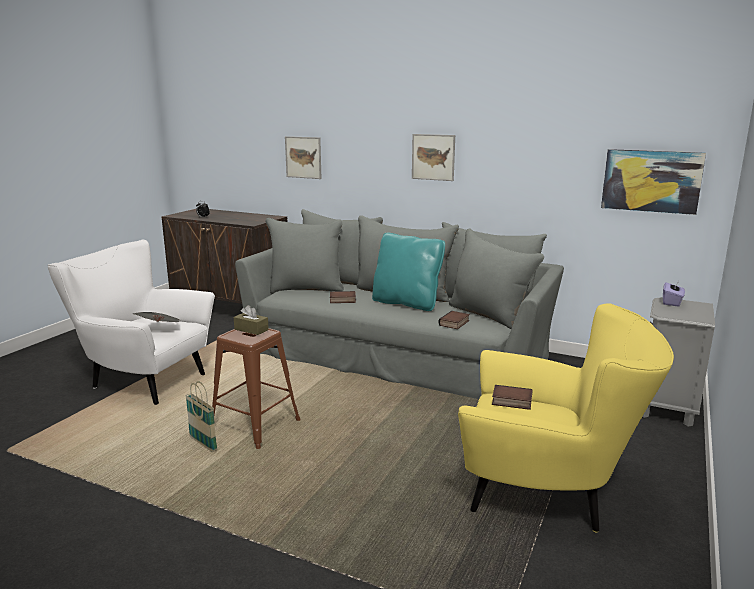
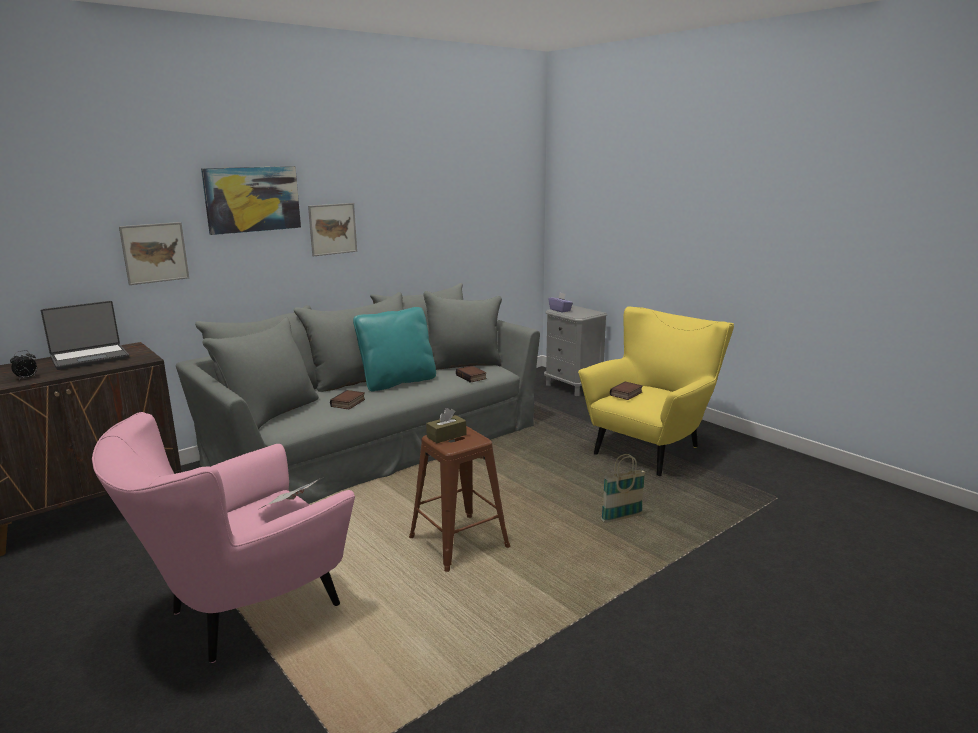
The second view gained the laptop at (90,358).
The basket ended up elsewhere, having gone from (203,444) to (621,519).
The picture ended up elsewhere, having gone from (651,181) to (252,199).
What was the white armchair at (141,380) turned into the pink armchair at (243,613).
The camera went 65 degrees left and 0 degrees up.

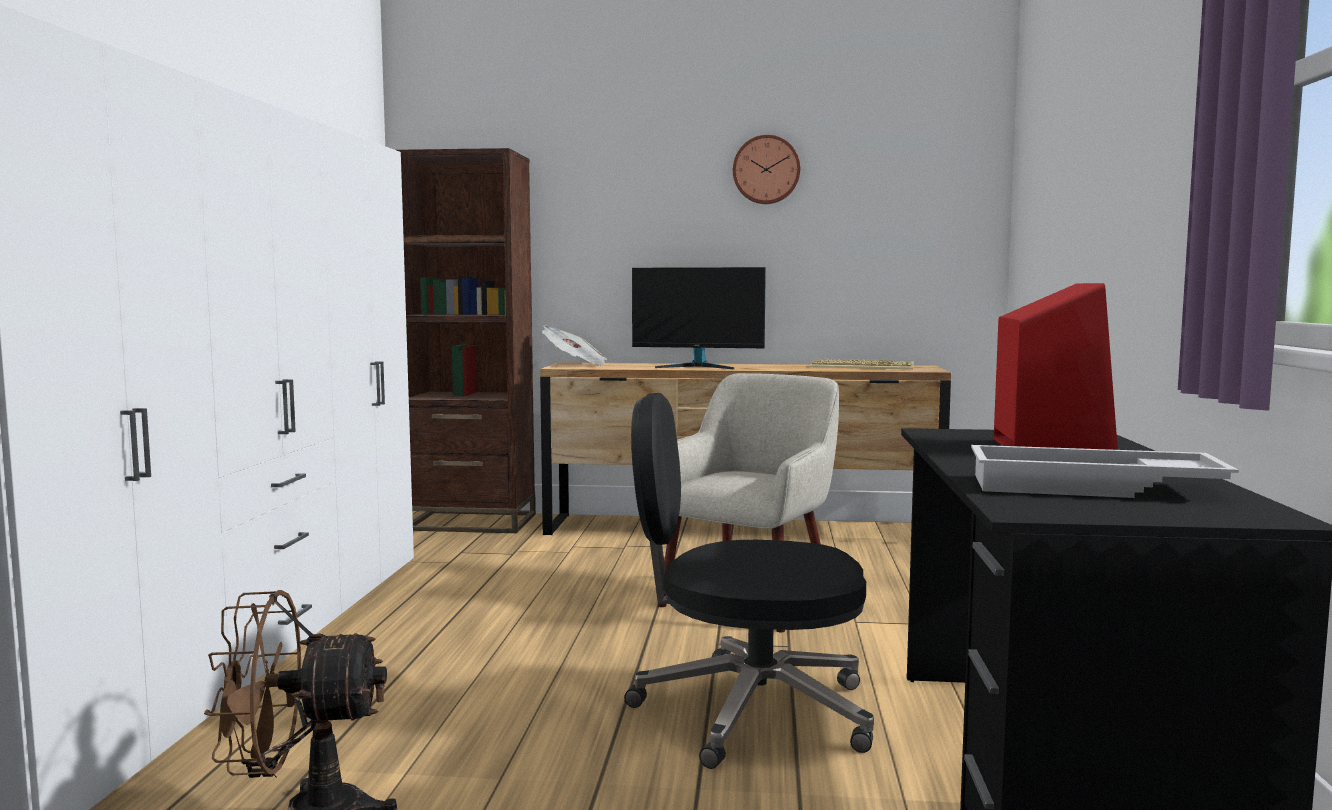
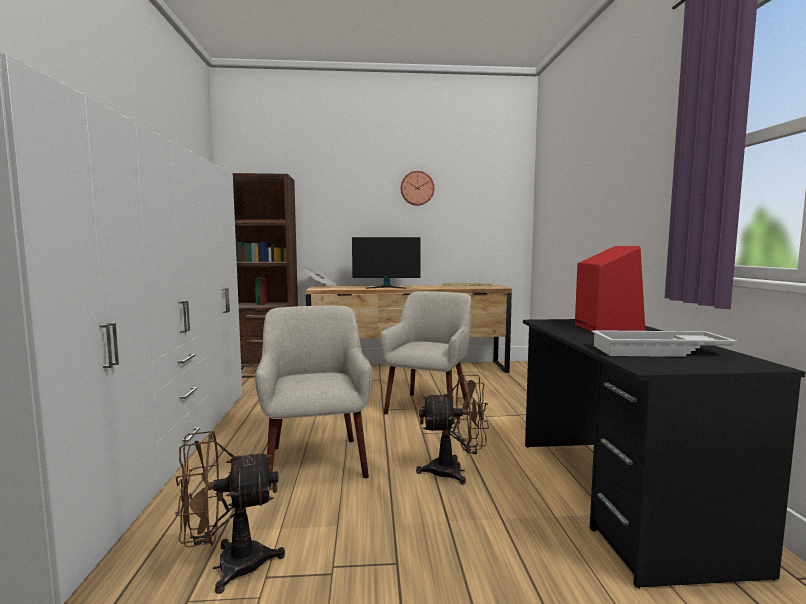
The second view gained the beige armchair at (316,461).
Where the black office chair stood at (748,711), the brown fan came to stand at (454,471).
The camera went 10 degrees left and 0 degrees up.

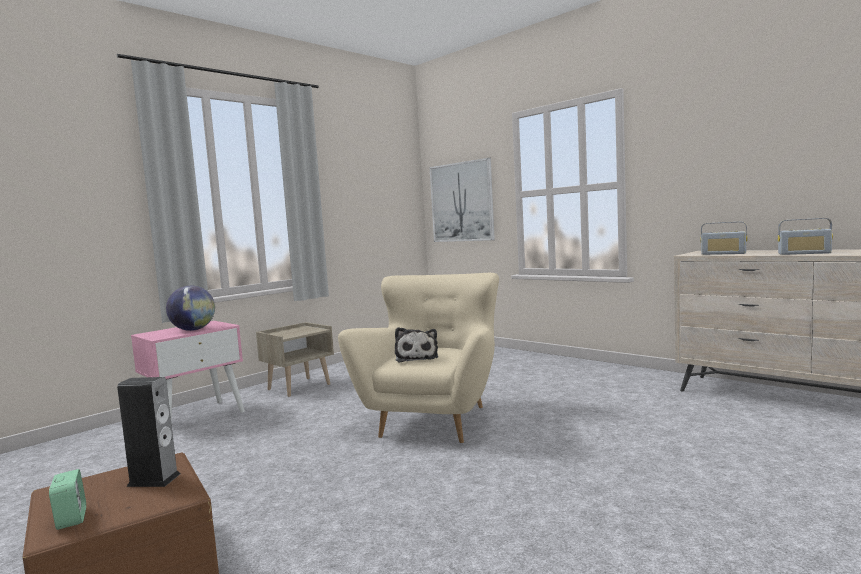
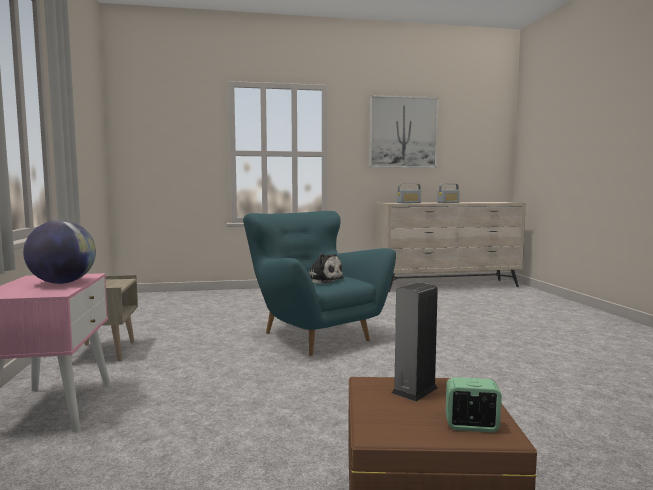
The picture ended up elsewhere, having gone from (462,202) to (403,132).
What was the beige armchair at (436,420) turned into the turquoise armchair at (313,336).
The camera went 55 degrees left and 0 degrees up.

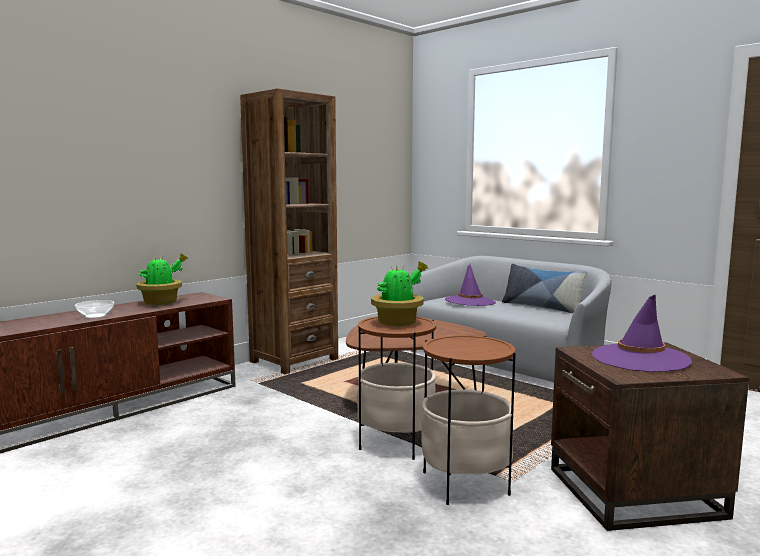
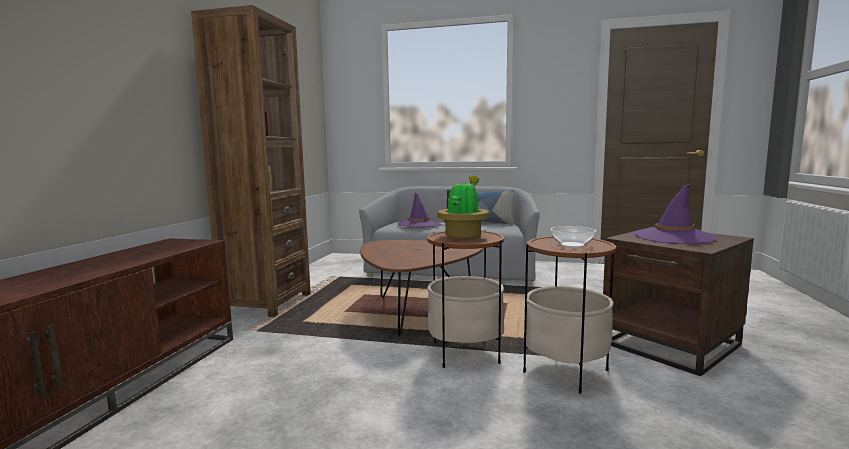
The second view lost the potted plant at (162,302).
The bowl ended up elsewhere, having gone from (96,316) to (572,244).
The camera went 30 degrees left and 0 degrees up.

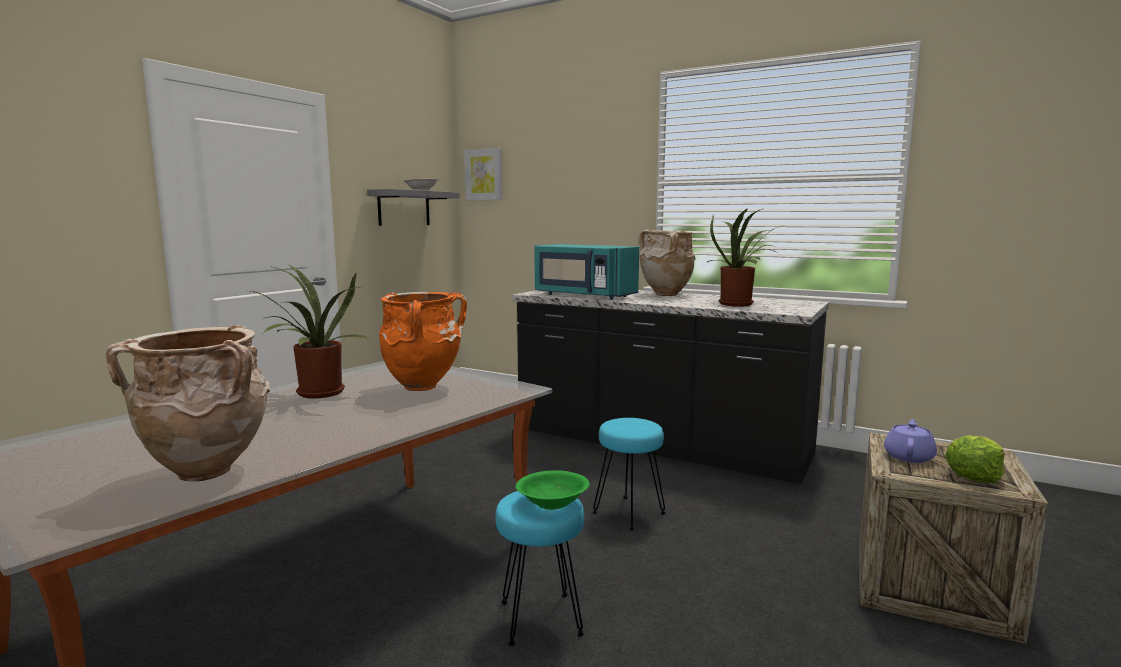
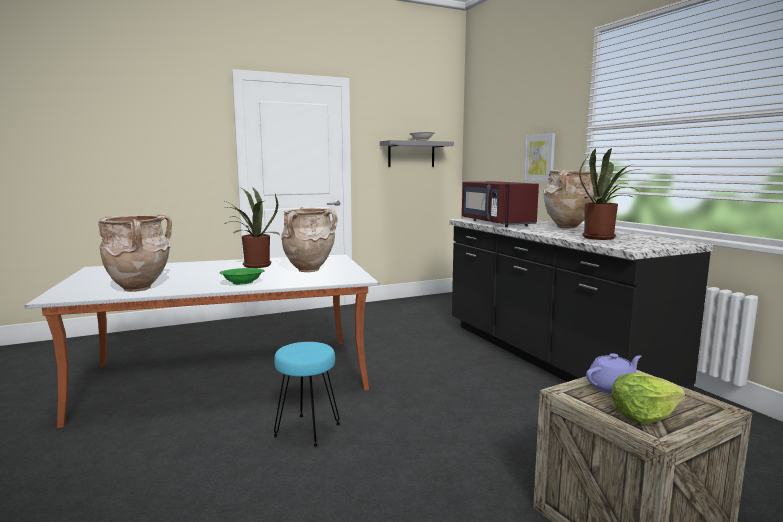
The second view lost the turquoise stool at (629,513).
The picture ended up elsewhere, having gone from (484,174) to (539,158).
The green bowl ended up elsewhere, having gone from (552,504) to (242,283).
What was the orange vase at (423,387) turned into the beige vase at (309,270).
What was the turquoise microwave at (583,295) turned into the red microwave at (495,223).
The camera went 35 degrees right and 0 degrees up.

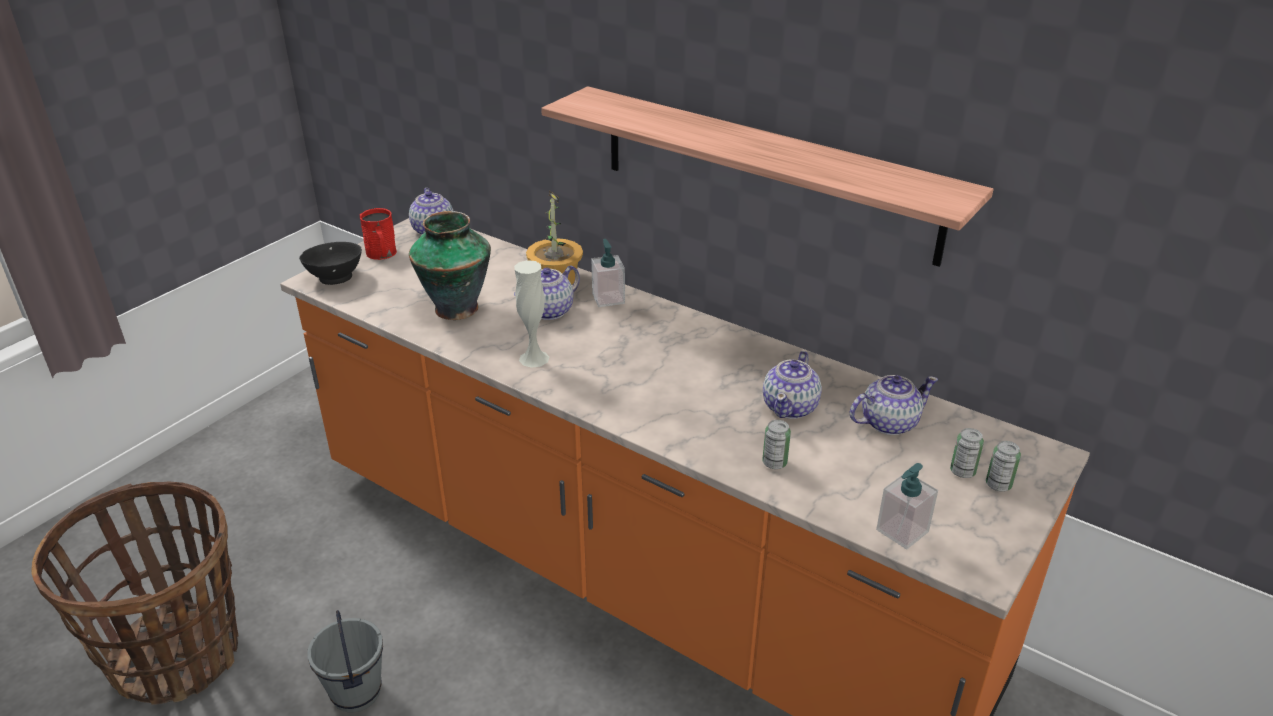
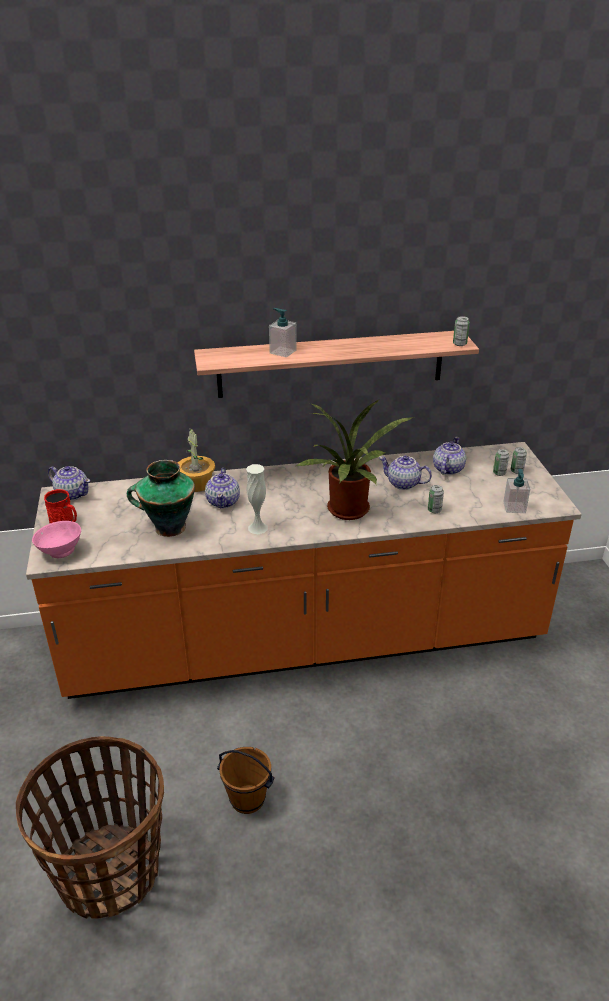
The second view gained the potted plant at (348,512).
The second view gained the can at (459,344).
The soap dispenser ended up elsewhere, having gone from (608,298) to (283,352).
What was the black bowl at (336,277) turned into the pink bowl at (60,551).
What was the grey bucket at (355,693) turned into the brown bucket at (247,800).
The teapot at (791,407) ended up facing another way, 135 degrees clockwise from before.
The camera went 45 degrees left and 0 degrees up.

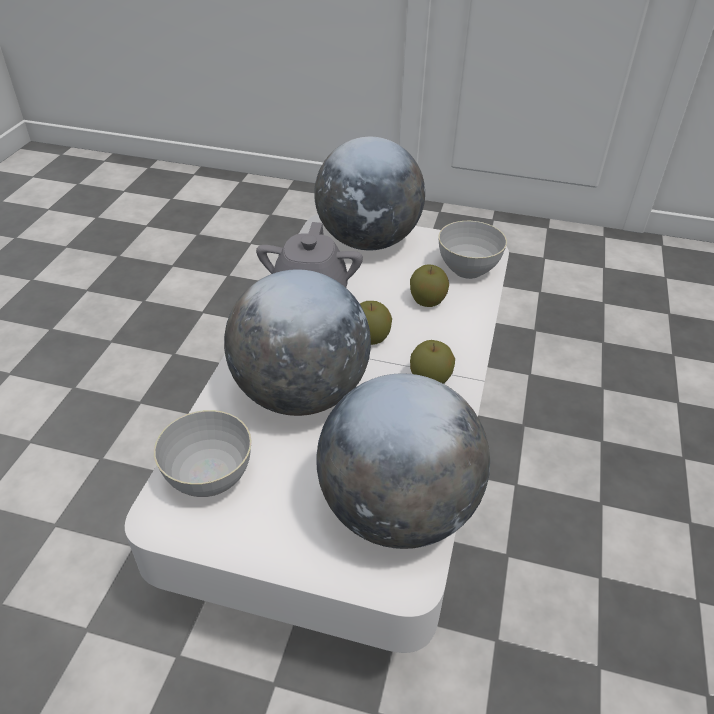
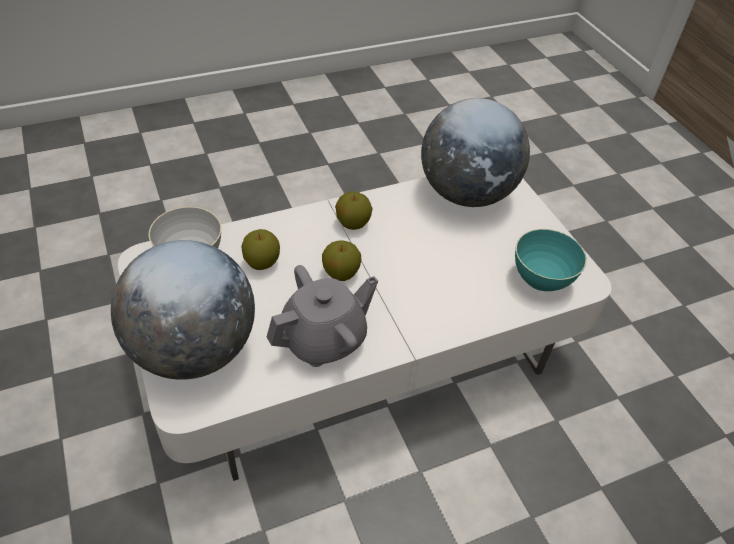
The second view lost the globe at (300,393).
What was the grey bowl at (209,478) turned into the turquoise bowl at (541,279).
The camera went 130 degrees left and 5 degrees up.

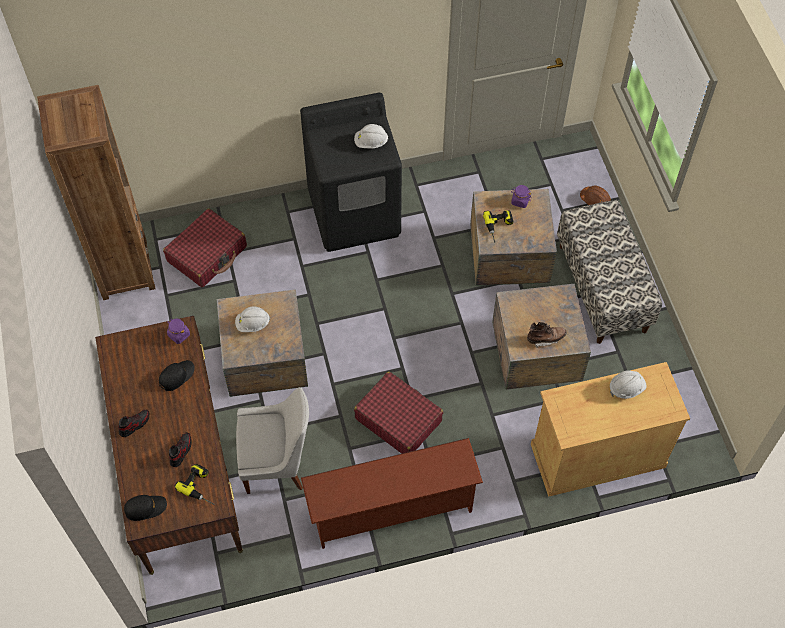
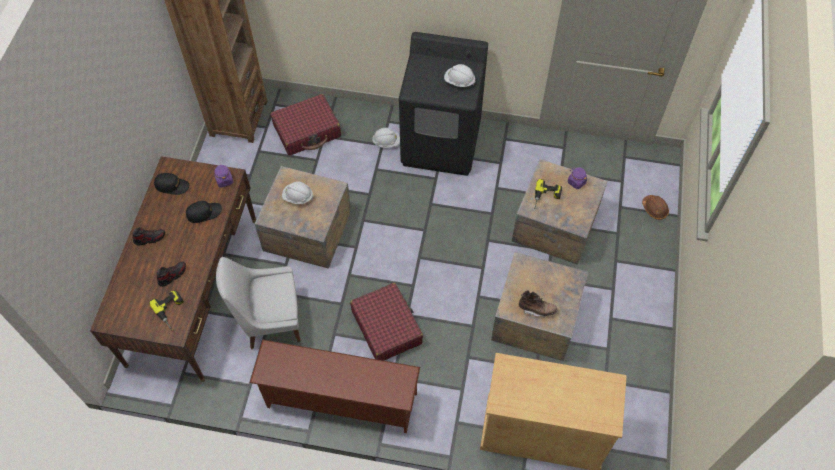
The second view lost the bench at (602,288).
The black cap ended up elsewhere, having gone from (145,508) to (172,186).
The white hard hat ended up elsewhere, having gone from (626,388) to (386,142).
The white chair at (277,463) ended up facing another way, 150 degrees clockwise from before.
The camera went 25 degrees right and 0 degrees up.

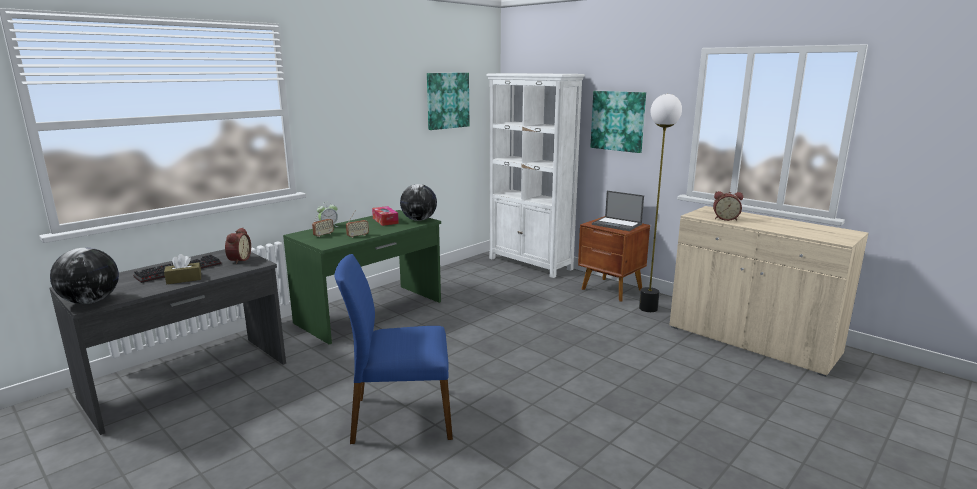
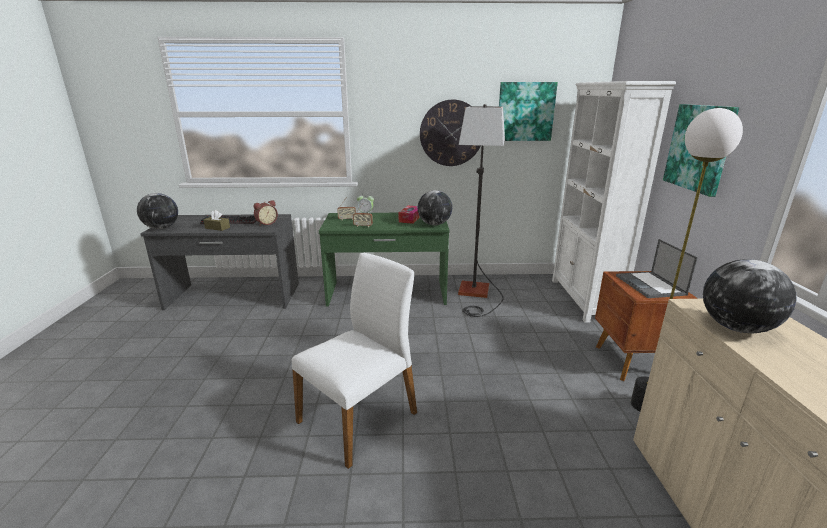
The second view lost the blue chair at (401,416).
The second view gained the white chair at (360,417).
The second view gained the wall clock at (451,133).
The second view gained the floor lamp at (476,295).
Where the alarm clock stood at (725,218), the globe came to stand at (737,328).
The camera went 45 degrees right and 5 degrees up.

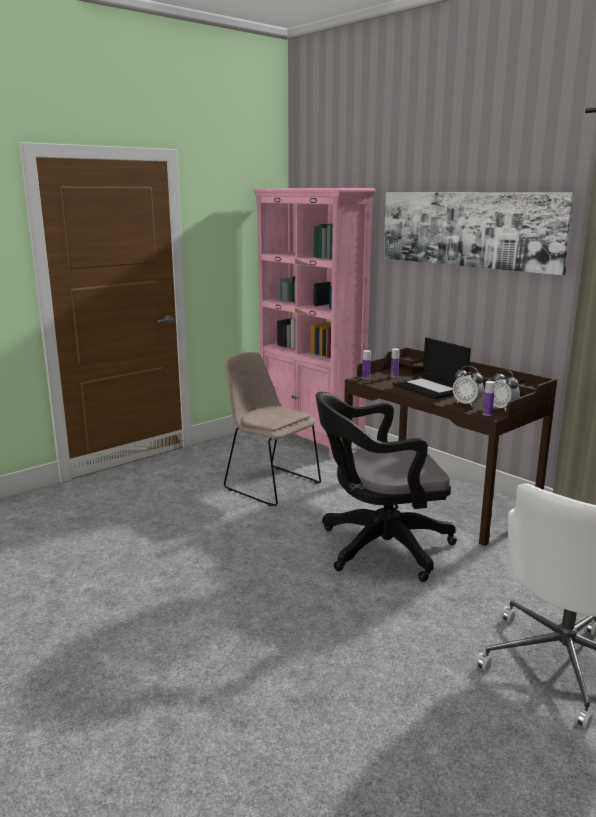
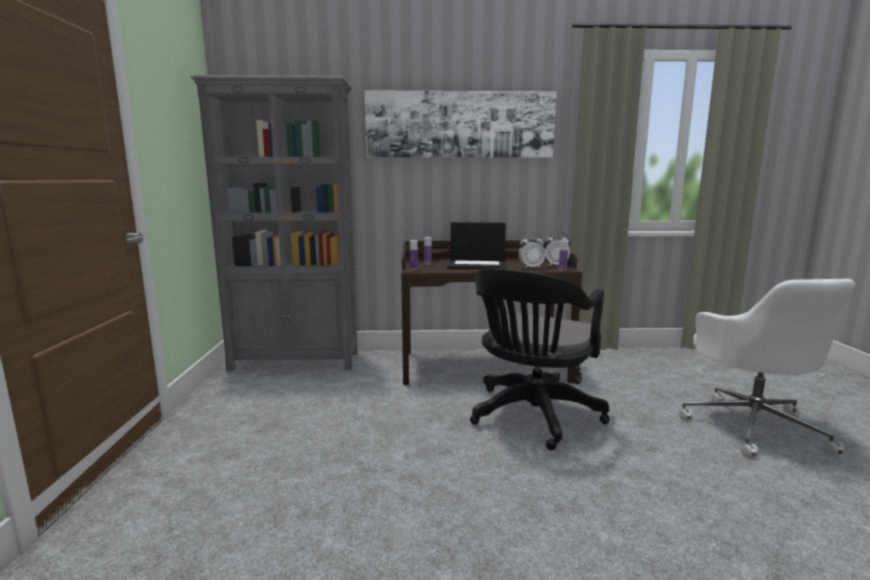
The second view lost the beige chair at (270,485).
What was the pink bookcase at (311,438) turned into the grey bookcase at (296,361).
The camera went 50 degrees left and 5 degrees down.

